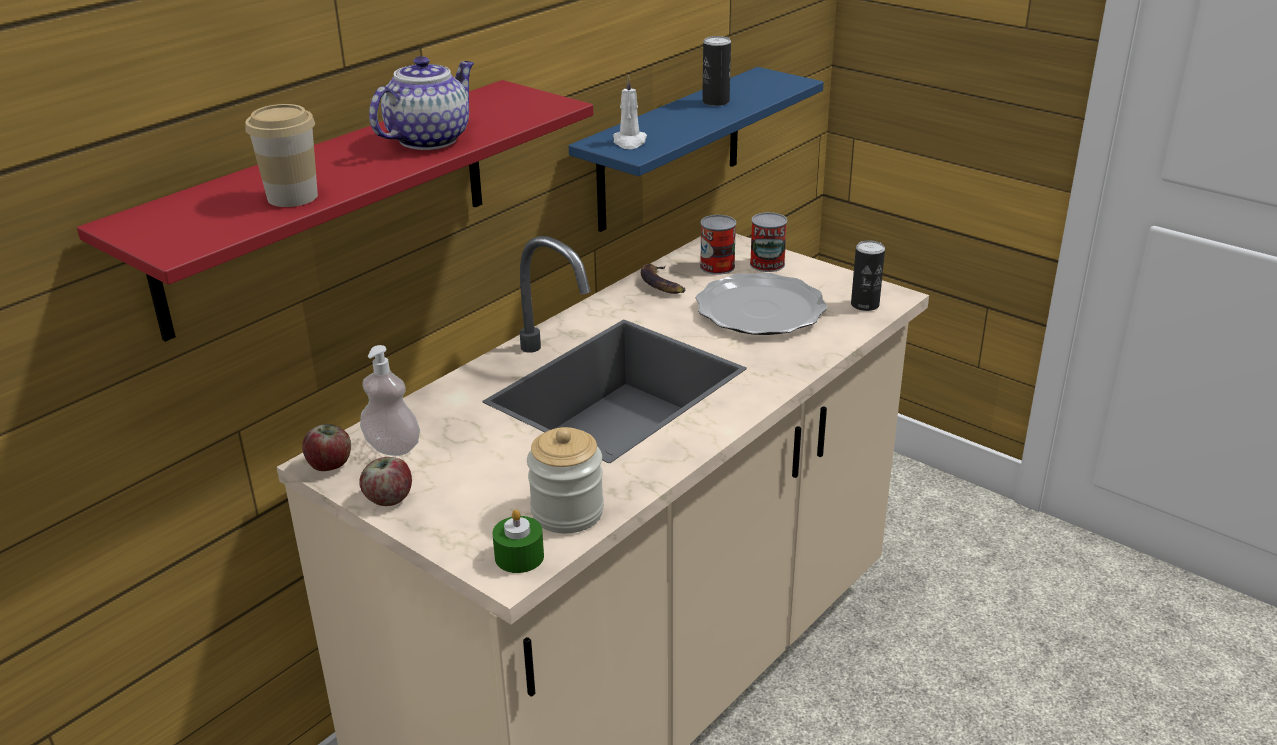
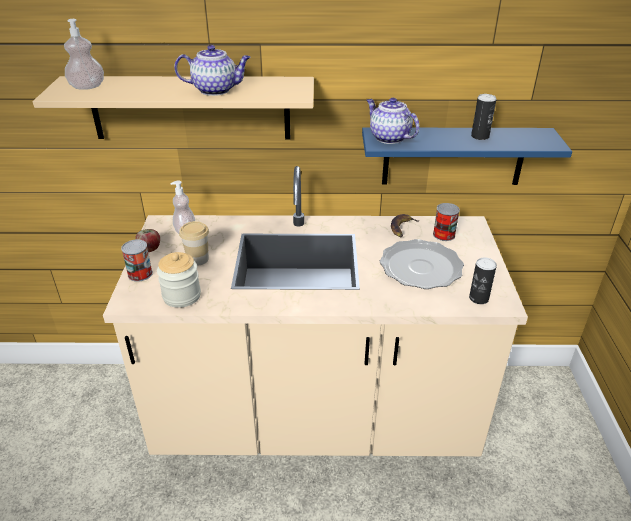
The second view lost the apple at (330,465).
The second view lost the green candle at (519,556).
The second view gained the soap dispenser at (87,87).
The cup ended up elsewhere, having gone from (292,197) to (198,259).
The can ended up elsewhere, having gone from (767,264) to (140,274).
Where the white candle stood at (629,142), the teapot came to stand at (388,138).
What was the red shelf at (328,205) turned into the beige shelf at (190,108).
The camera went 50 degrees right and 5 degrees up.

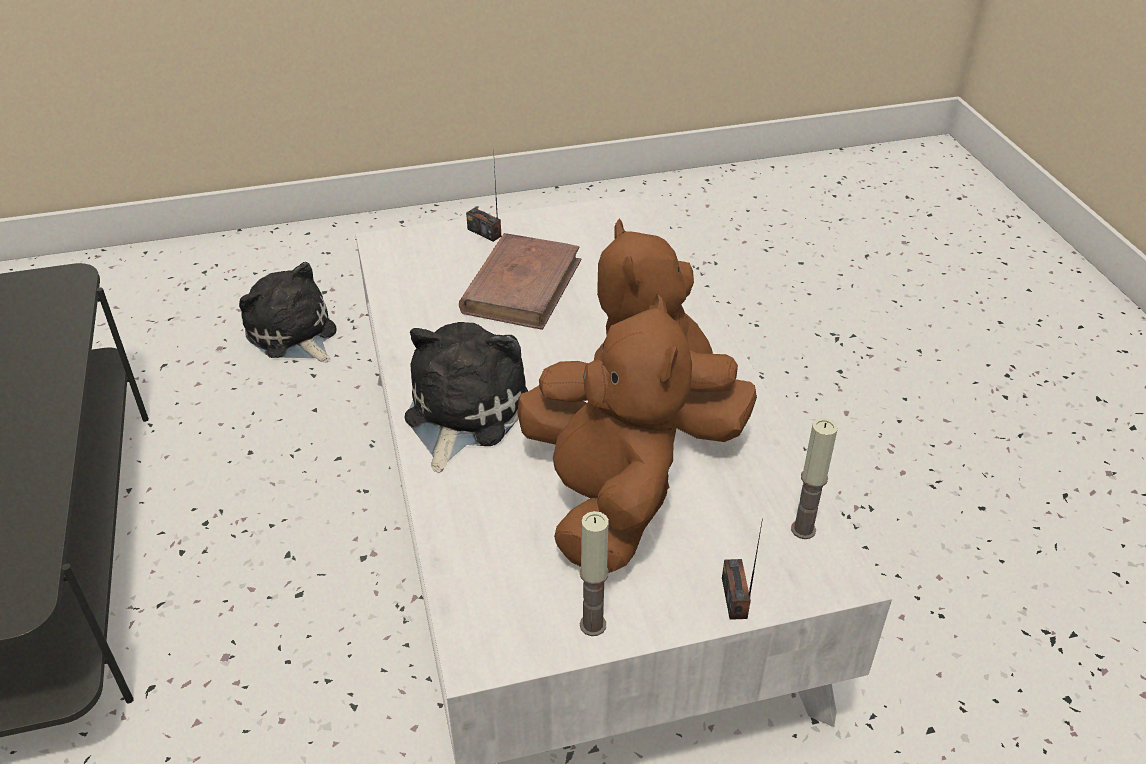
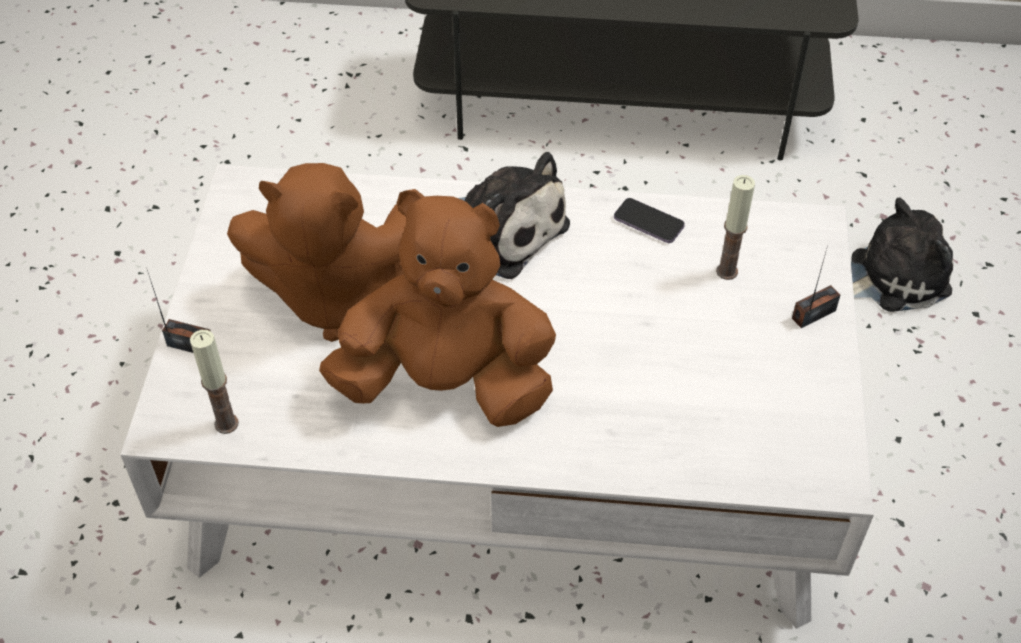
The second view lost the brown book at (522,286).
The second view gained the phone at (648,222).
The candle ended up elsewhere, having gone from (593,625) to (726,271).
The camera went 110 degrees right and 10 degrees up.

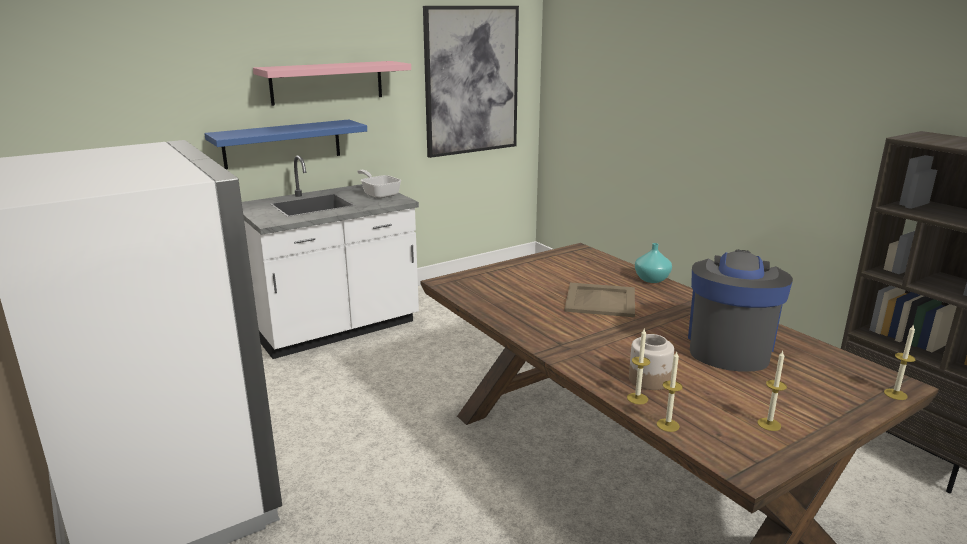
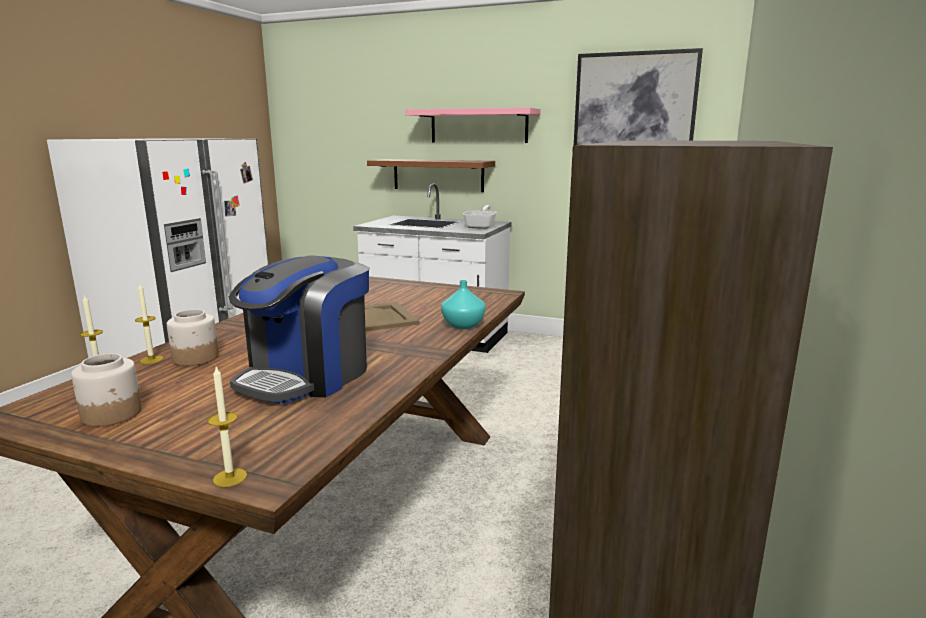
Where the candle stood at (769,424), the jar came to stand at (112,414).
What was the blue shelf at (282,144) turned into the brown shelf at (438,175).
The coffee machine at (729,346) ended up facing another way, 135 degrees clockwise from before.
The camera went 55 degrees right and 5 degrees down.

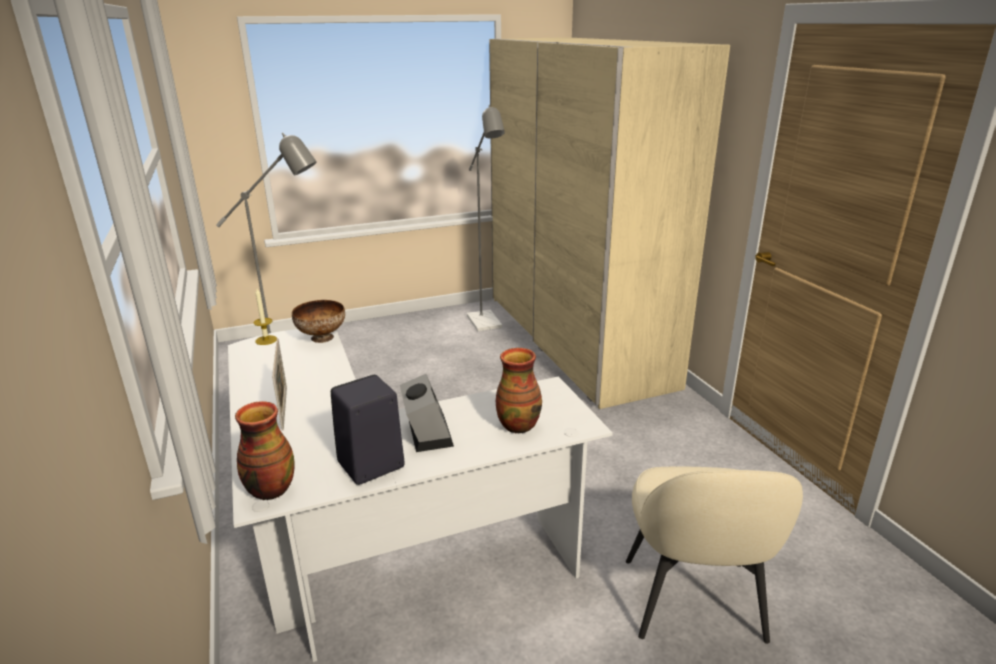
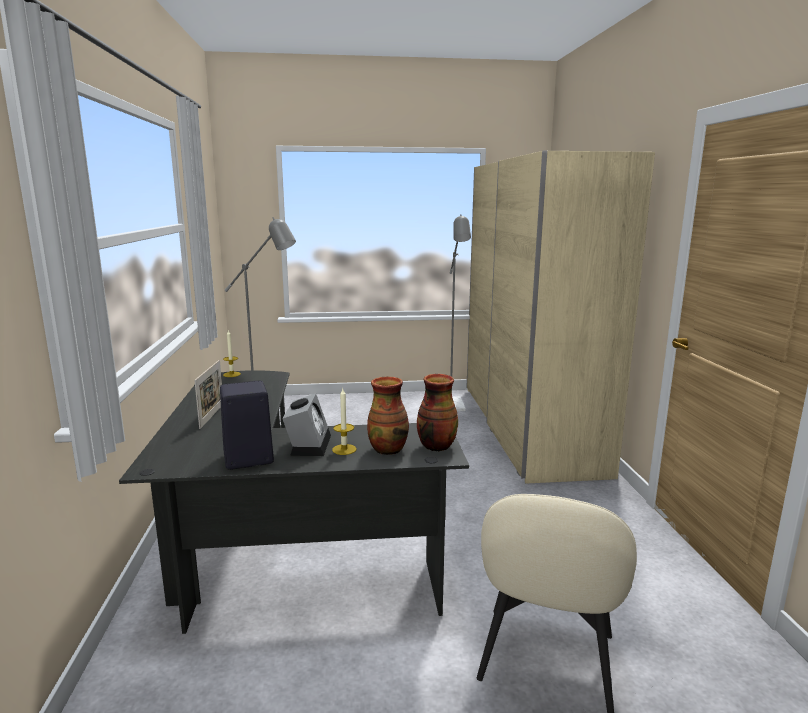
The second view lost the bowl at (321,338).
The second view gained the candle at (344,449).
The vase ended up elsewhere, having gone from (270,490) to (435,446).
What was the white desk at (374,545) turned into the black desk at (276,556).
The camera went 15 degrees right and 10 degrees down.

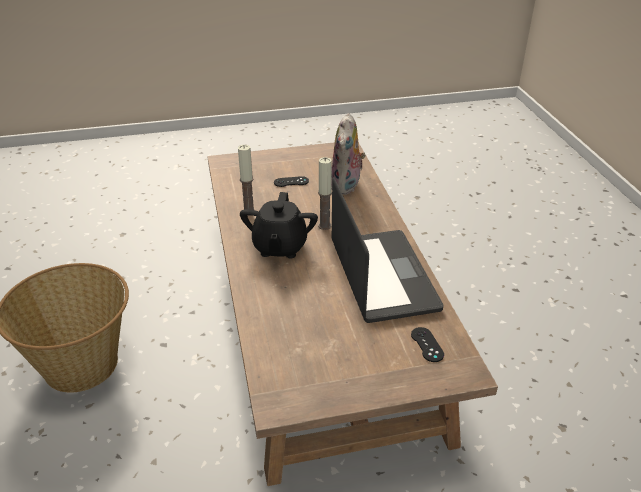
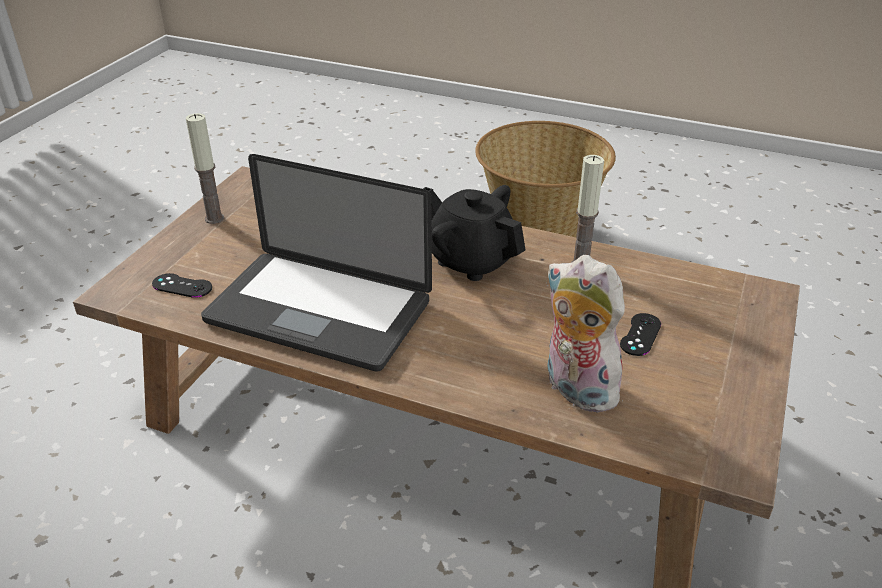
The candle ended up elsewhere, having gone from (324,226) to (214,218).
The camera went 125 degrees right and 0 degrees up.

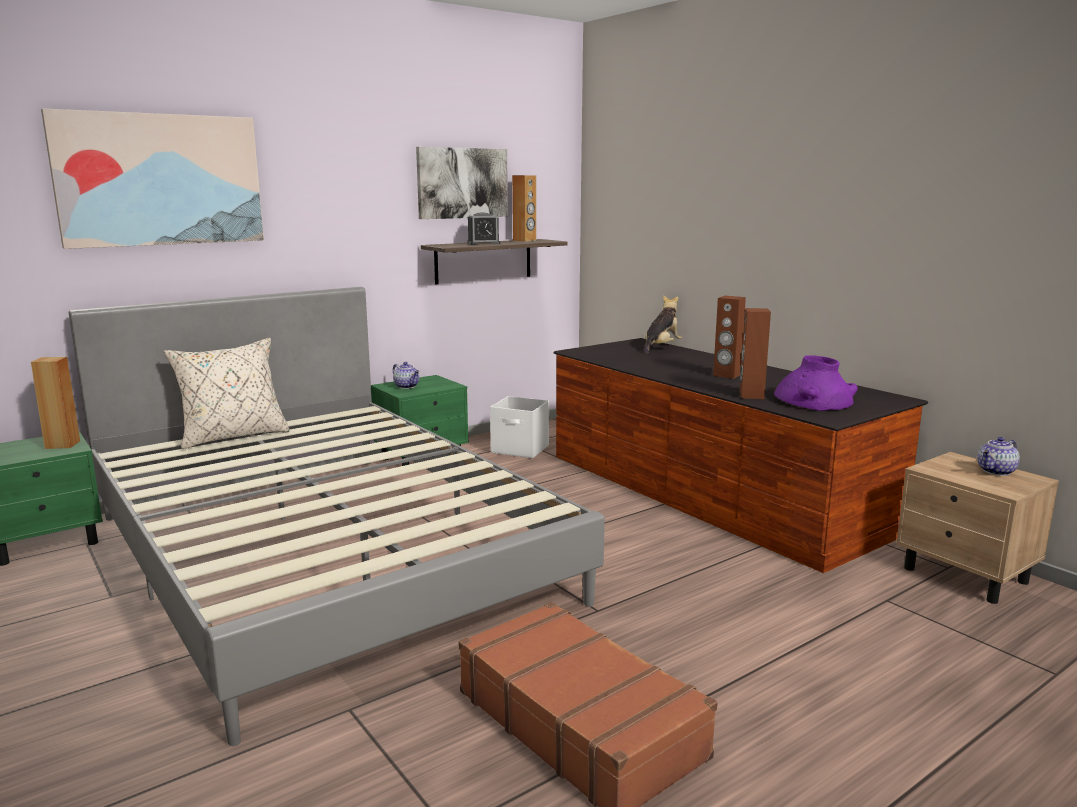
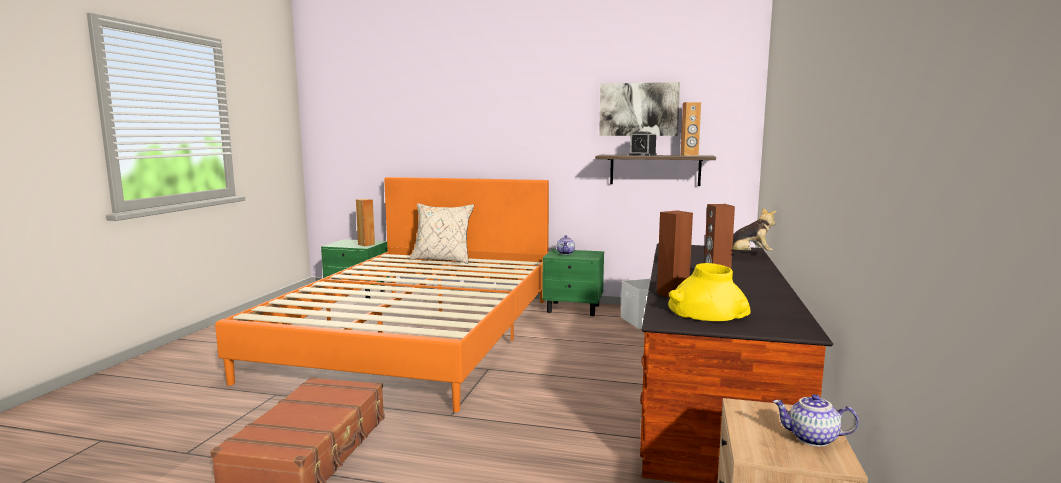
The second view lost the picture at (160,180).
What was the grey bed at (323,555) turned into the orange bed at (418,334).
What was the purple vase at (814,400) turned into the yellow vase at (708,310).
The camera went 50 degrees right and 5 degrees down.

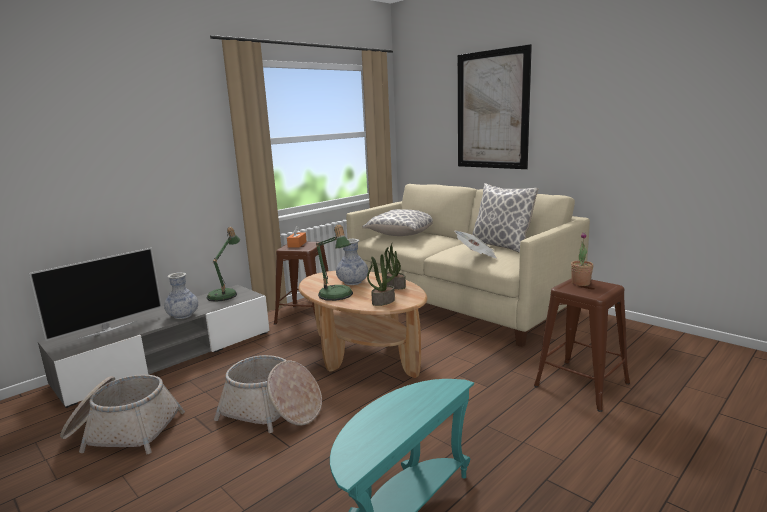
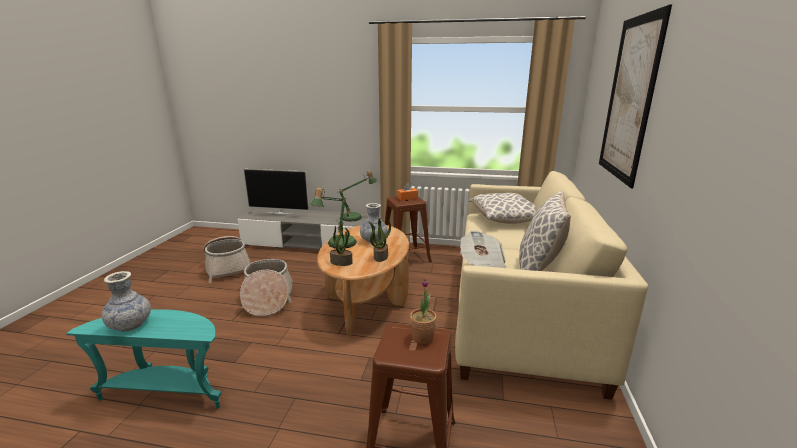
The vase ended up elsewhere, having gone from (183,315) to (130,325).
The camera went 55 degrees right and 5 degrees up.

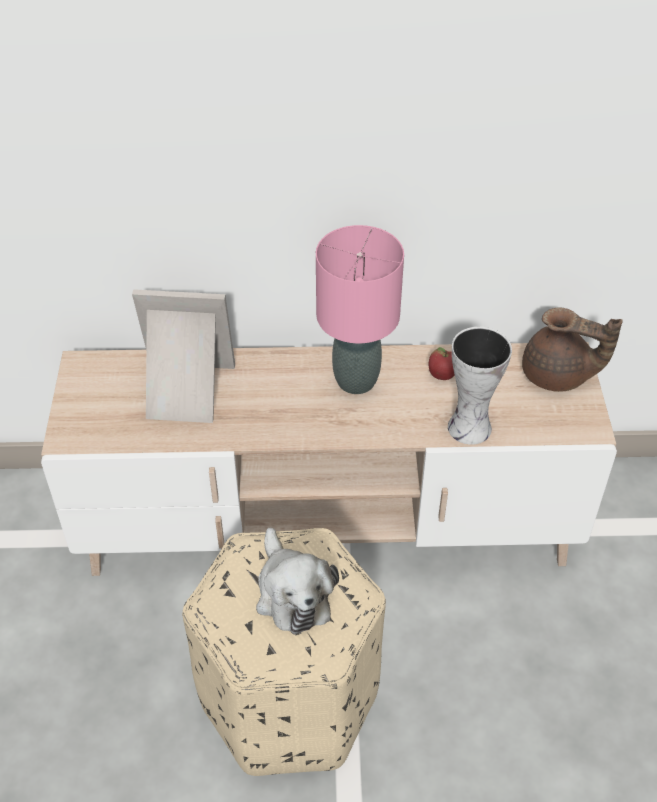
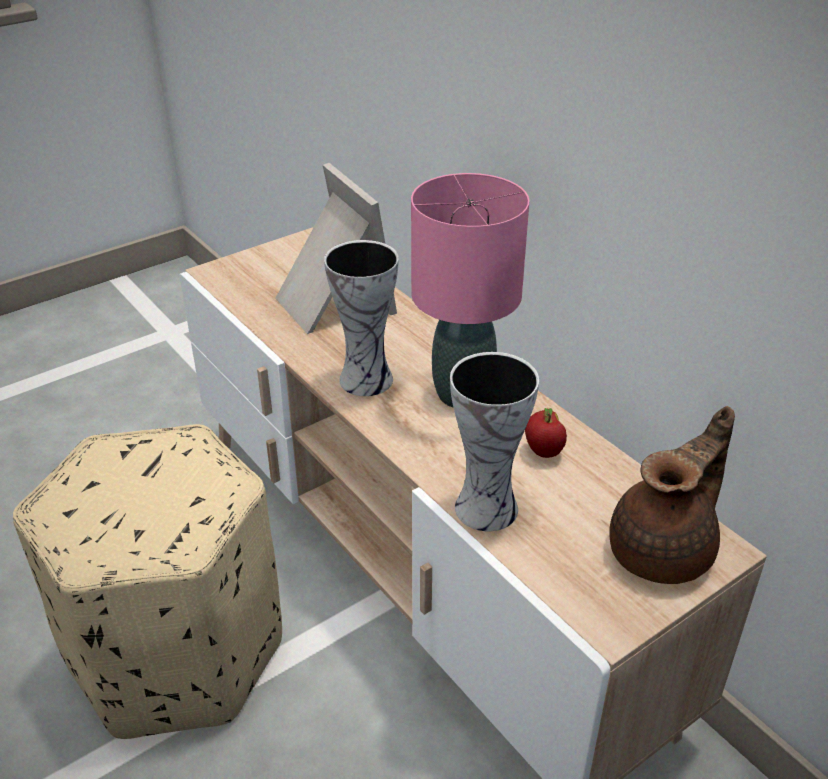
The second view lost the plush toy at (292,593).
The second view gained the vase at (367,378).
The brown teapot at (557,376) ended up facing another way, 120 degrees counterclockwise from before.
The camera went 55 degrees right and 10 degrees down.

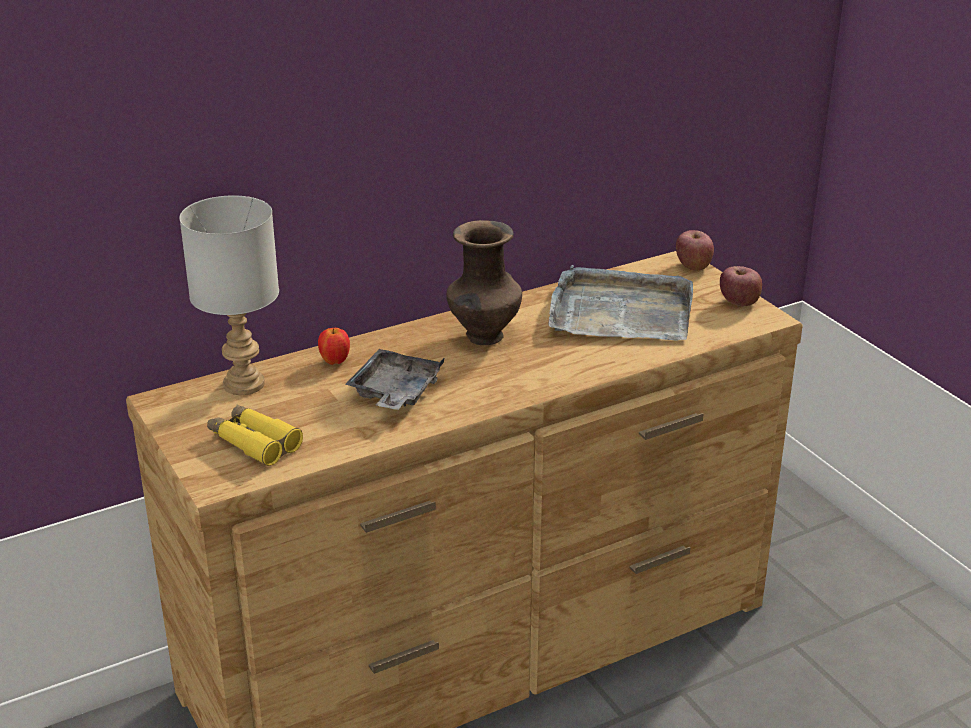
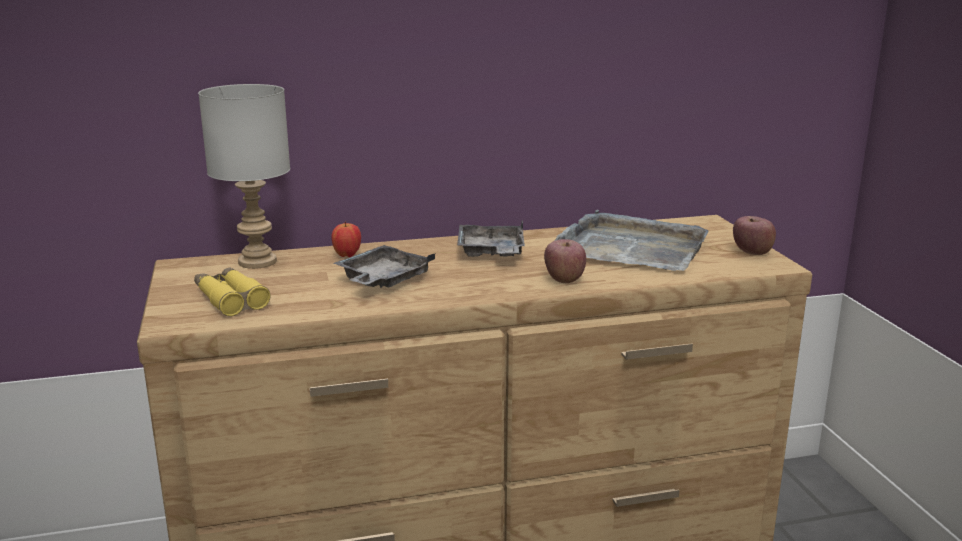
The apple ended up elsewhere, having gone from (693,266) to (564,279).
Where the brown vase stood at (484,337), the grey tray came to stand at (491,253).
The camera went 15 degrees right and 10 degrees down.

